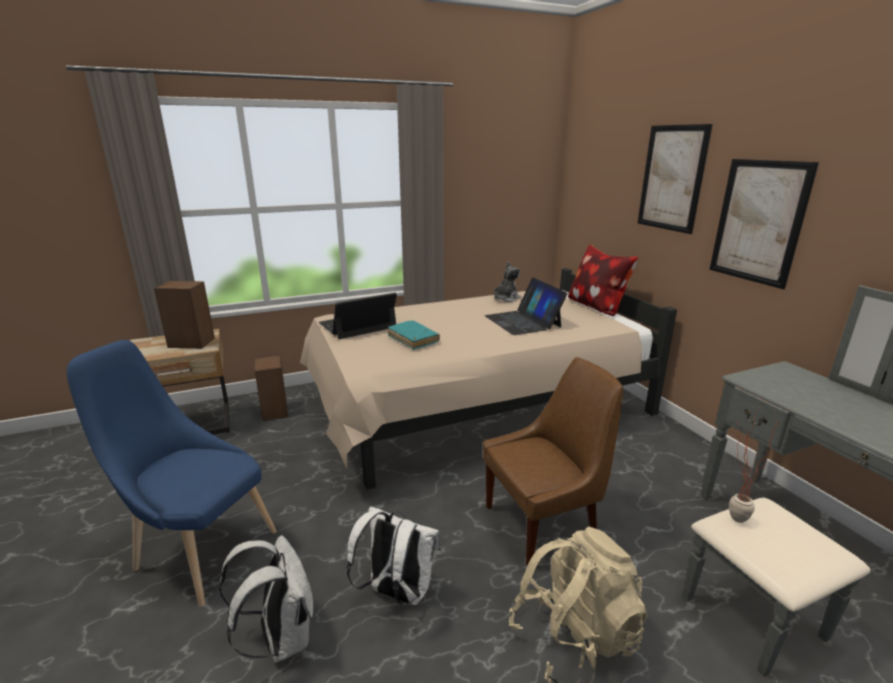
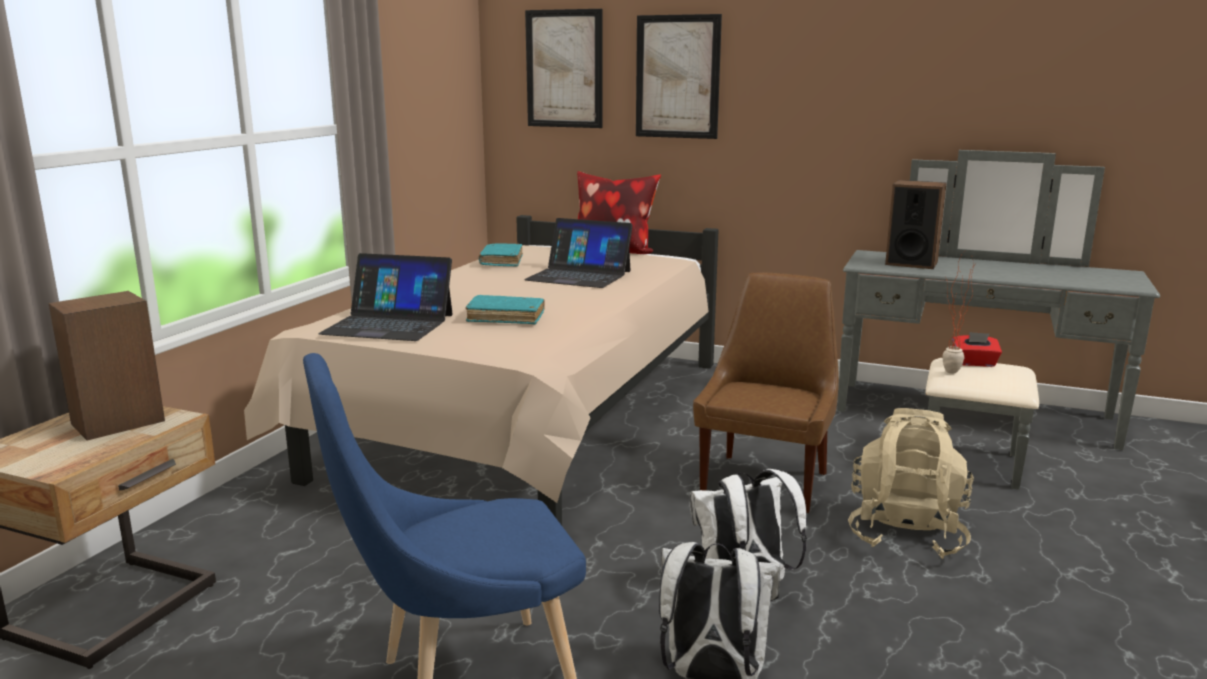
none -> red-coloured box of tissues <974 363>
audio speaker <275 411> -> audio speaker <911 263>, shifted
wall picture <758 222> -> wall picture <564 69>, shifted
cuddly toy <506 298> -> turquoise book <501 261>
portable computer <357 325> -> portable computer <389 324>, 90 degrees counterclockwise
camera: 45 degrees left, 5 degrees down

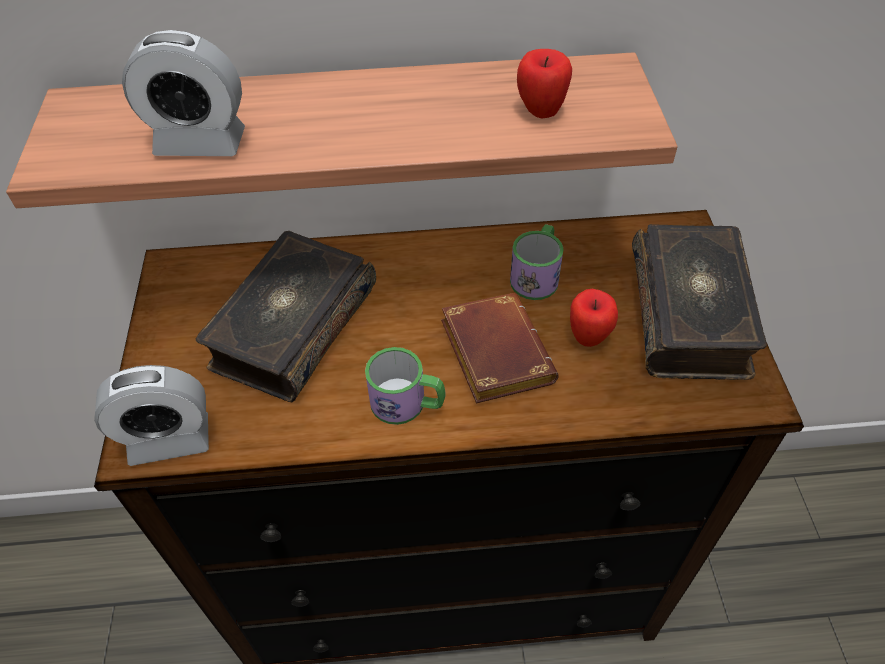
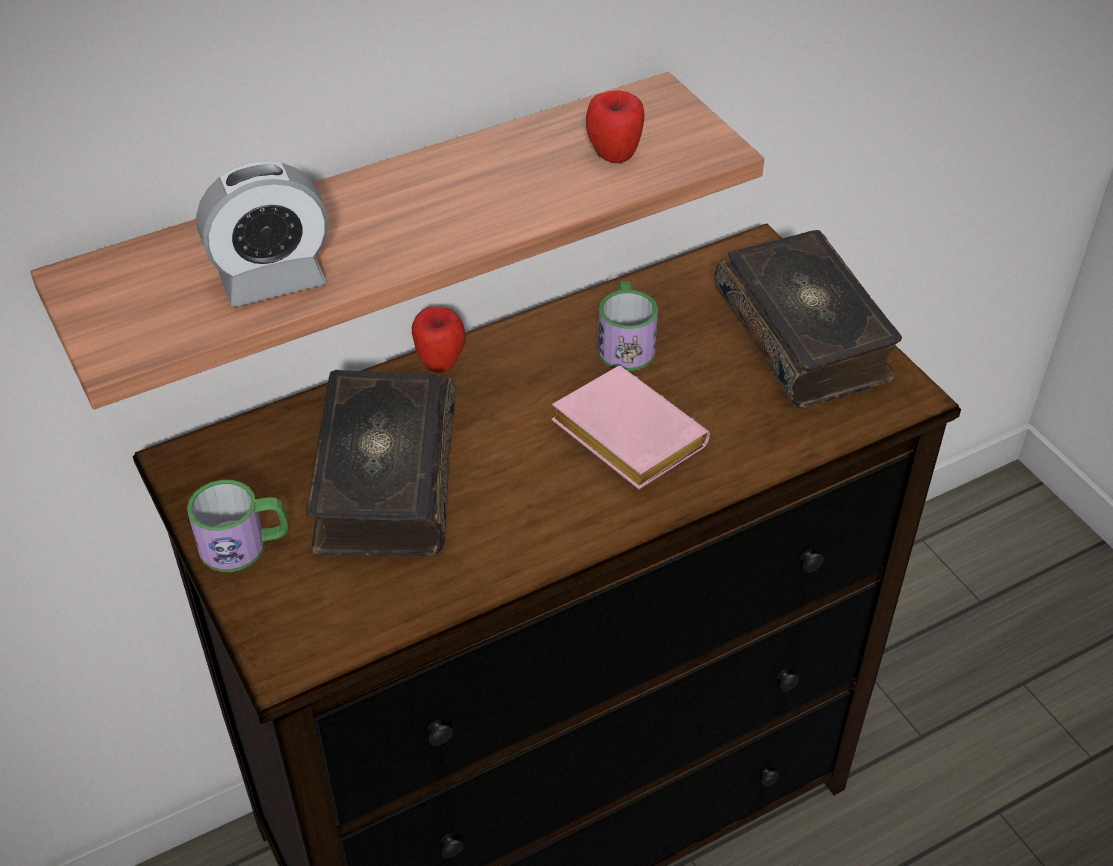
bedside clock <169 440> -> none
coffee mug <407 403> -> coffee mug <245 545>, shifted
apple fruit <588 337> -> apple fruit <440 364>, shifted
brownish book <492 352> -> pink-coloured book <623 436>
camera: 25 degrees left, 5 degrees down

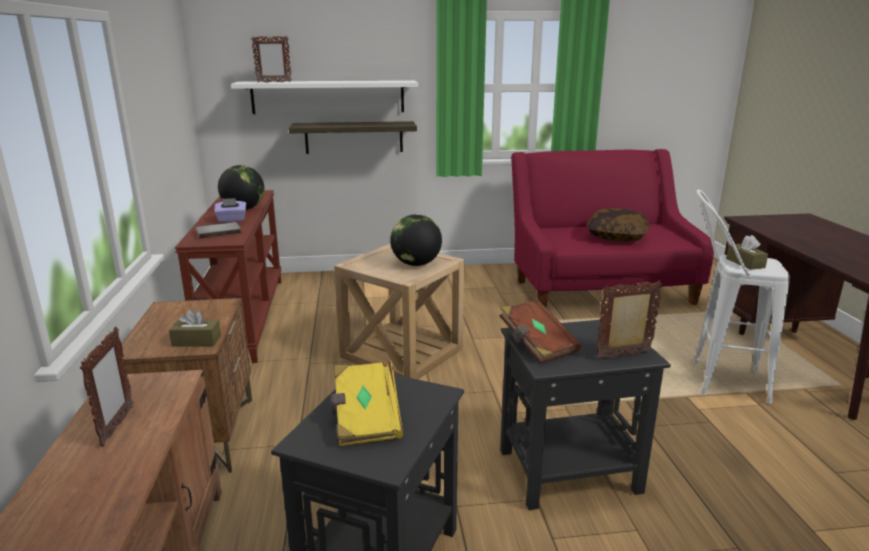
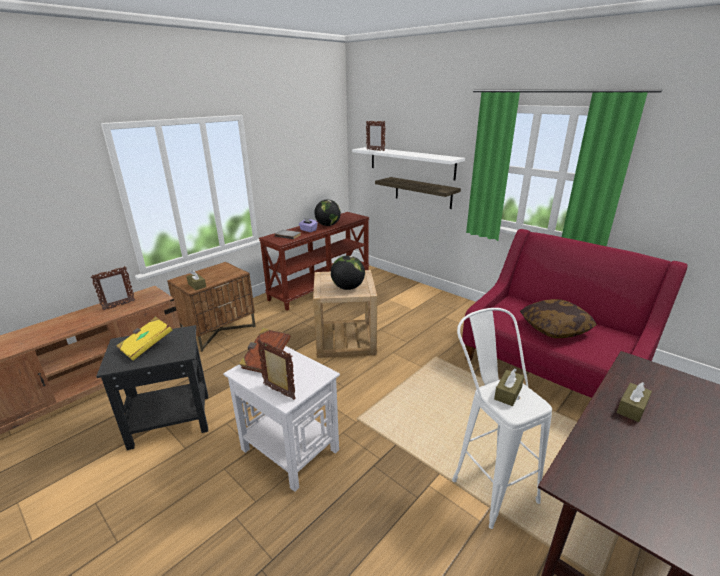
none -> brownish box of tissues <632 408>
black-coloured accent table <567 471> -> white accent table <289 449>
camera: 50 degrees right, 5 degrees up

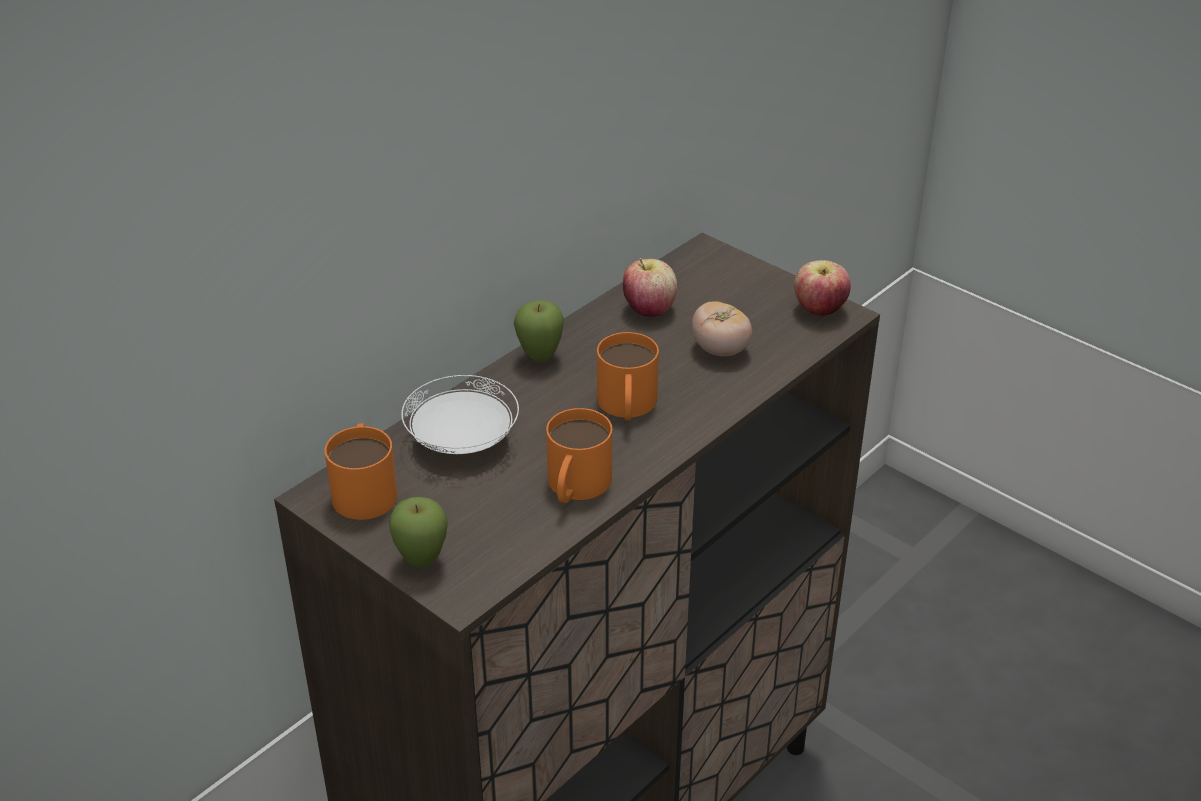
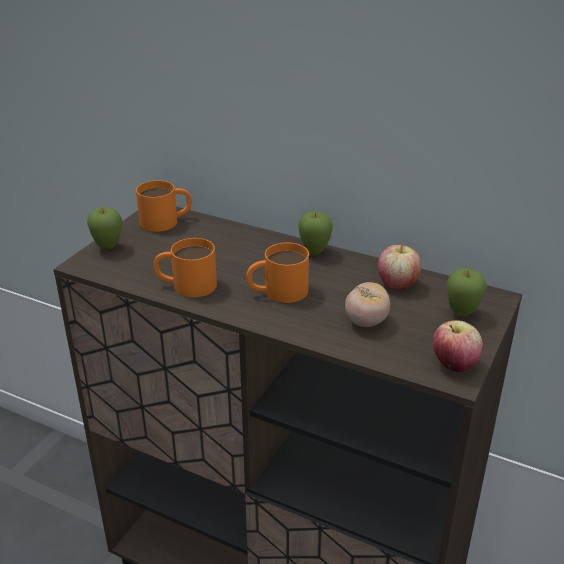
white flat dish <462 440> -> none
none -> apple fruit <461 313>
camera: 75 degrees right, 5 degrees down

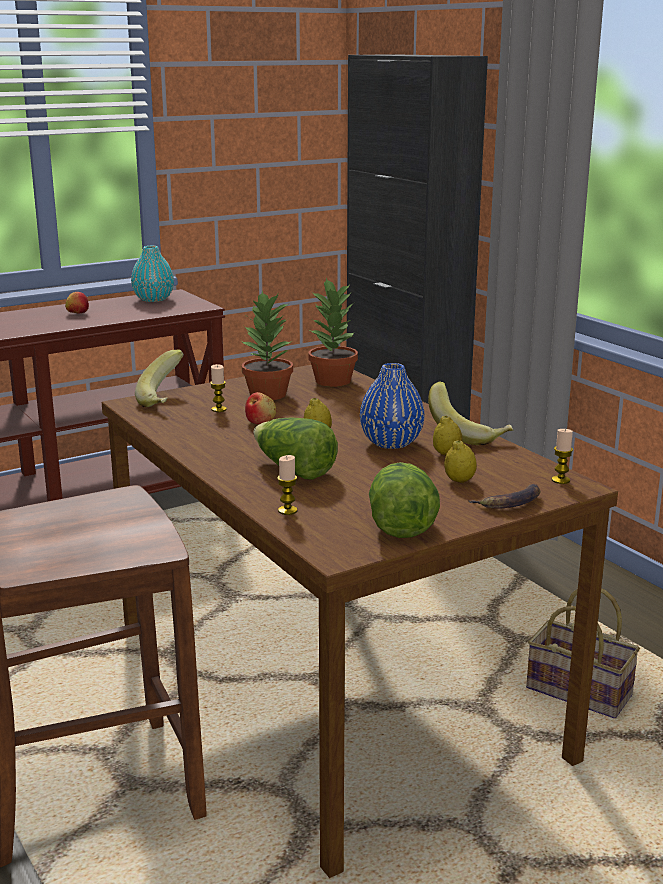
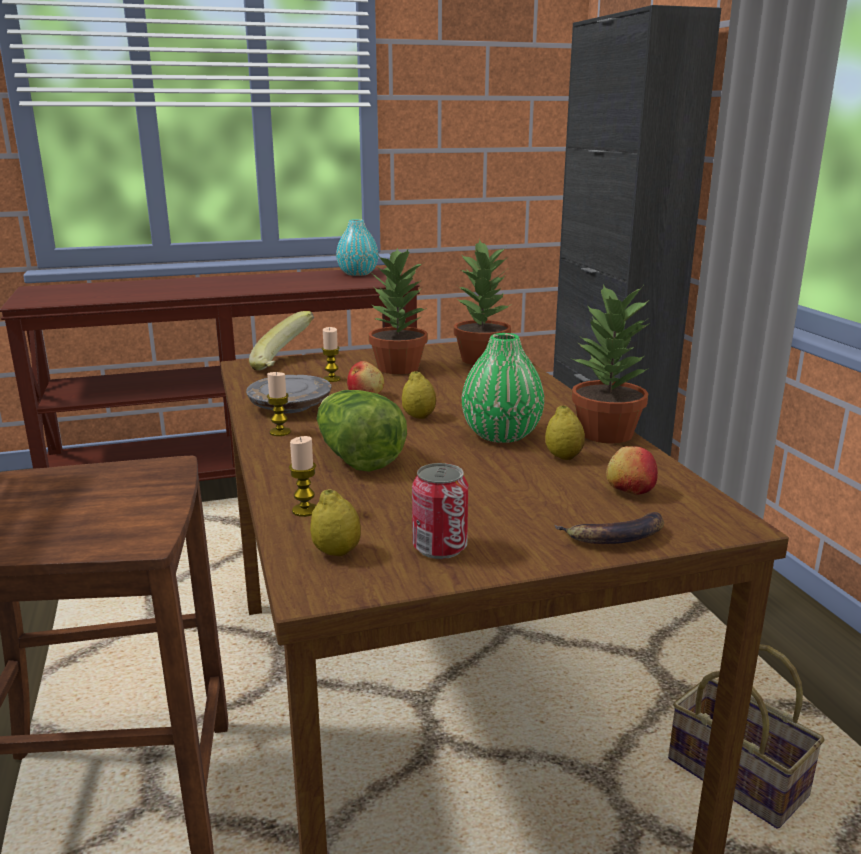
none -> gray flat dish <290 406>
apple fruit <77 313> -> apple fruit <629 491>, shifted
whole lemon <459 481> -> whole lemon <336 552>, shifted
candle <560 480> -> candle <280 432>, shifted
lettuce <400 523> -> sealed can <439 547>
banana <468 434> -> potted plant <606 434>
bluish decorative vase <391 443> -> green decorative vase <501 435>
camera: 15 degrees right, 0 degrees up

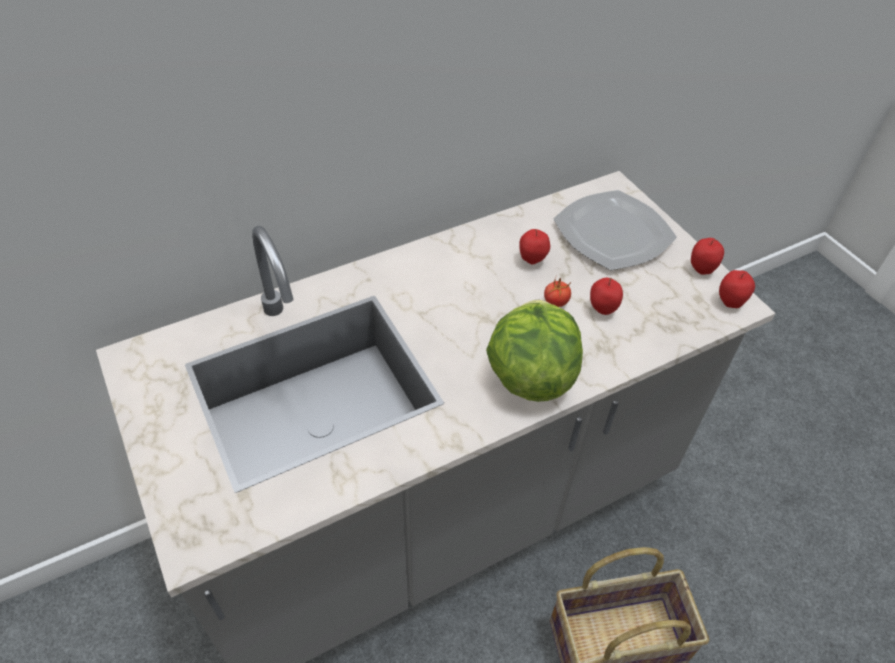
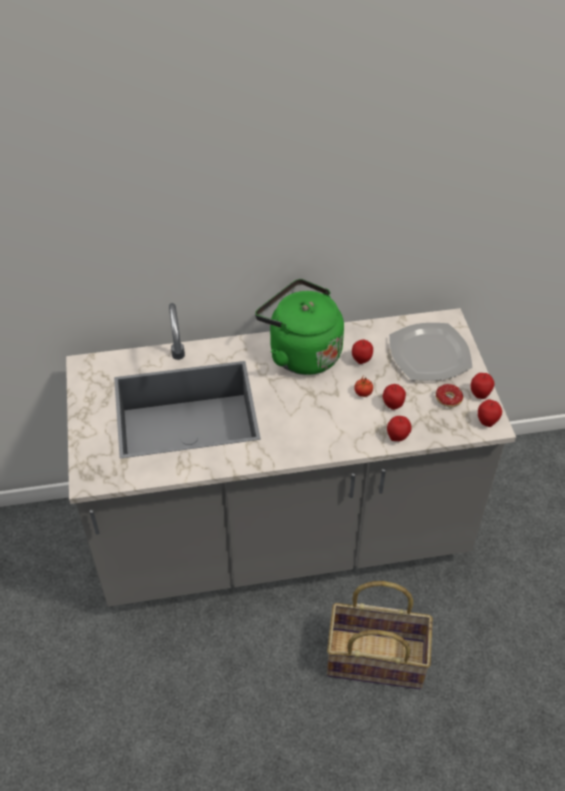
lettuce <530 375> -> none
none -> green tea kettle <301 352>
none -> apple fruit <397 437>
none -> doughnut <445 402>
camera: 20 degrees right, 0 degrees up

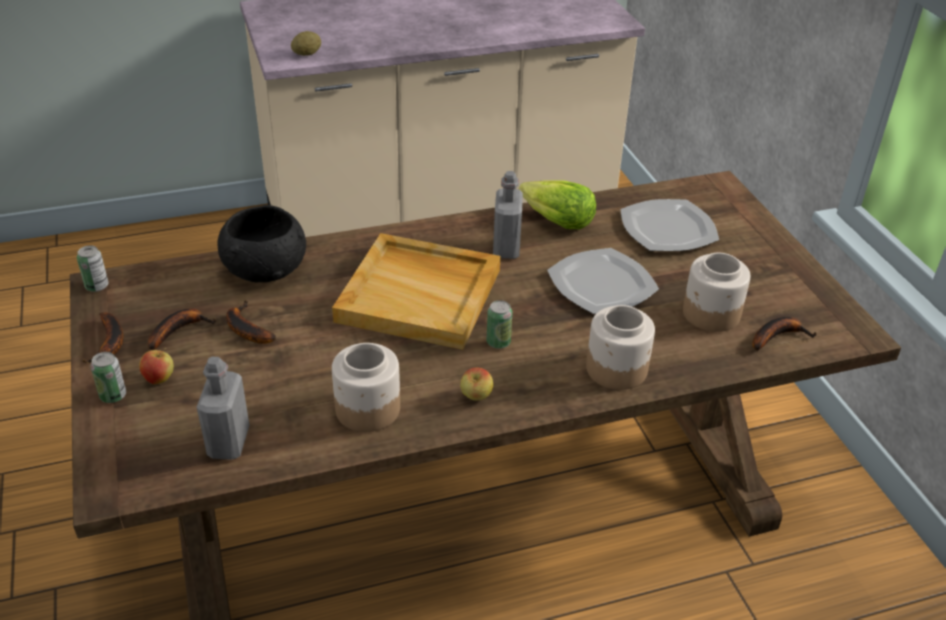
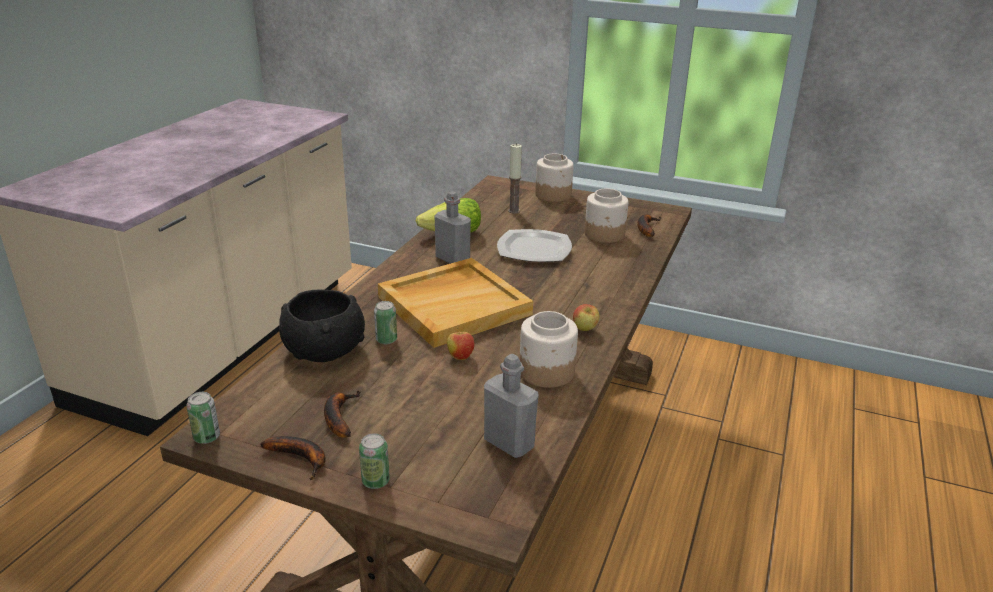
banana <245 329> -> none
whole potato <307 54> -> none
apple fruit <159 379> -> apple fruit <460 357>, shifted
sealed can <498 342> -> sealed can <386 340>, shifted
storage jar <617 369> -> storage jar <553 195>, shifted
flat dish <669 229> -> candle <514 211>
camera: 50 degrees left, 10 degrees down

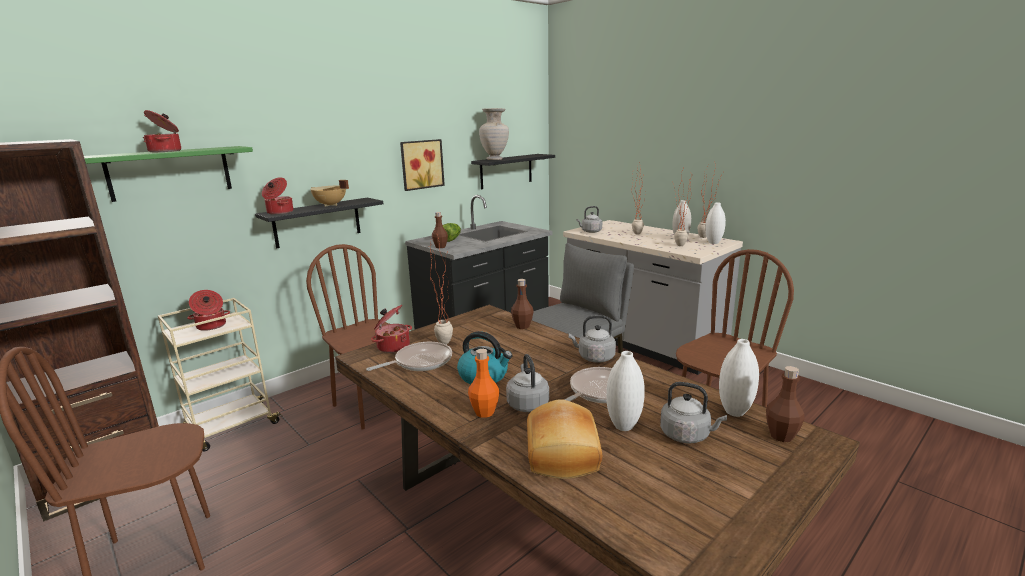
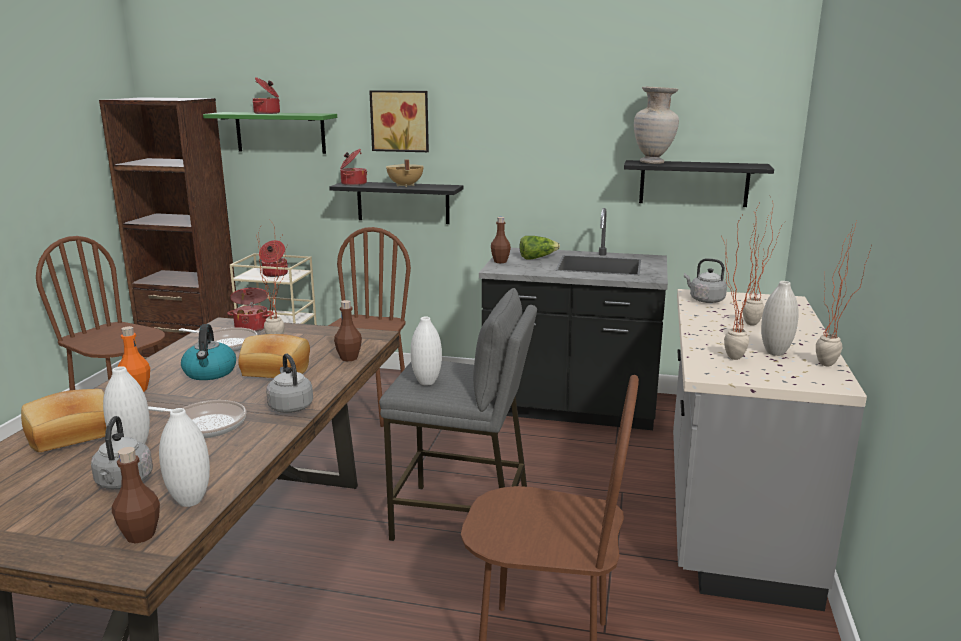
gray tea kettle <527 403> -> none
none -> bakery bread <275 370>
wall picture <421 164> -> wall picture <400 121>, shifted
white decorative vase <713 243> -> white decorative vase <427 382>, shifted
camera: 55 degrees right, 0 degrees up

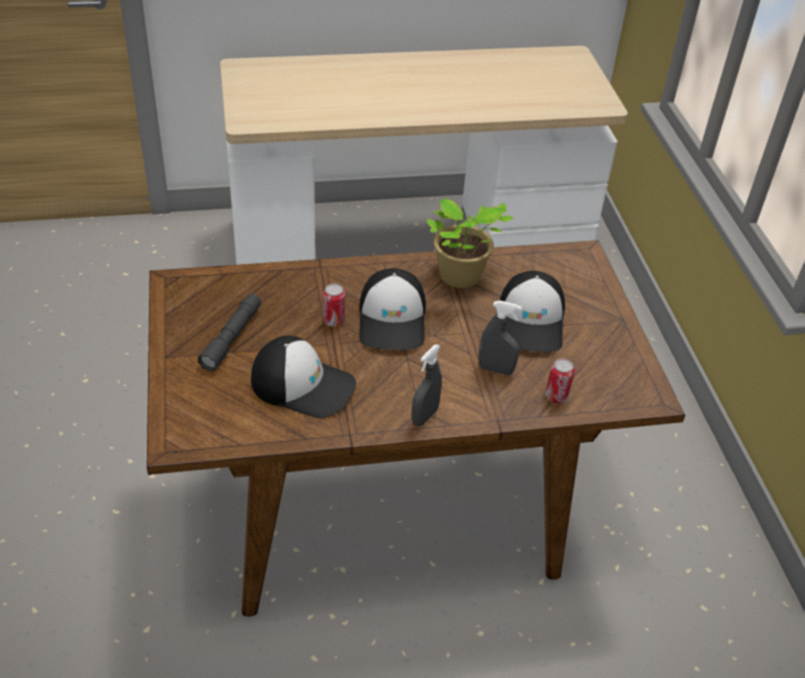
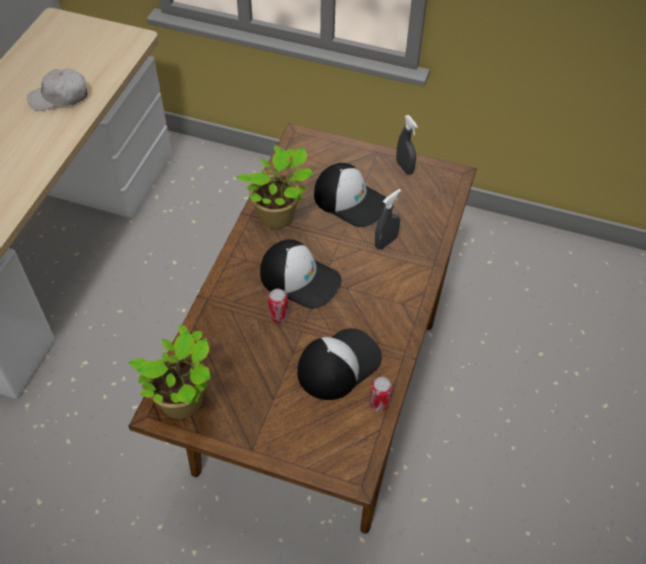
gray torch <231 338> -> none
none -> white peaked cap <59 97>
none -> potted plant <184 403>
gray sprayer <424 416> -> gray sprayer <404 167>, shifted
sealed can <556 396> -> sealed can <379 403>, shifted
camera: 60 degrees left, 10 degrees up

